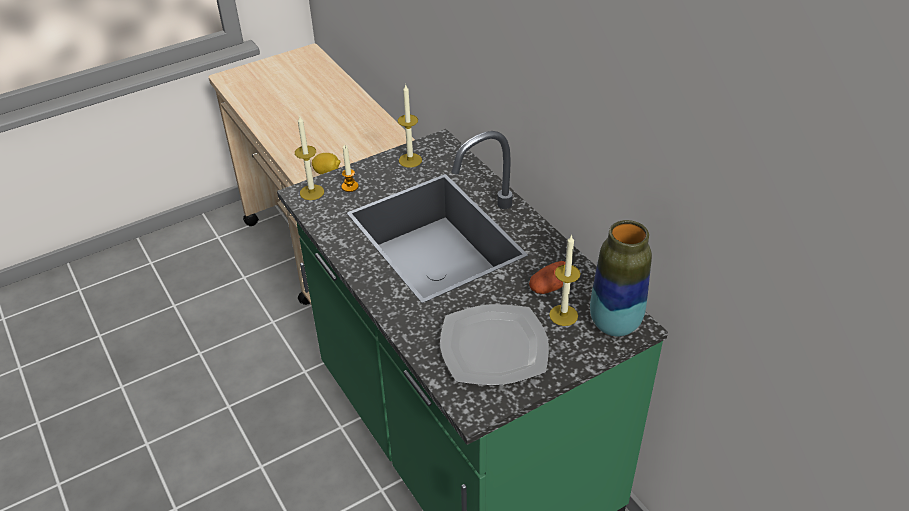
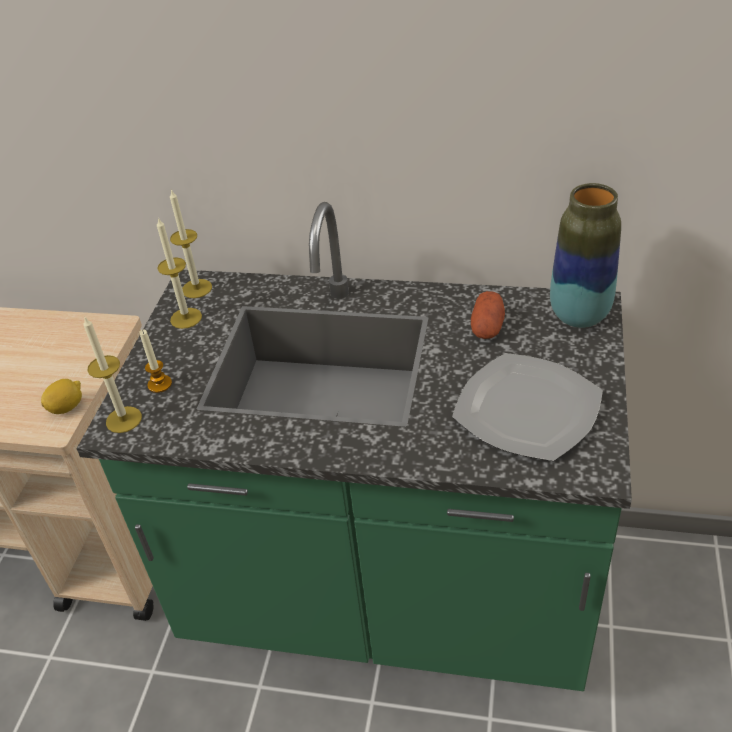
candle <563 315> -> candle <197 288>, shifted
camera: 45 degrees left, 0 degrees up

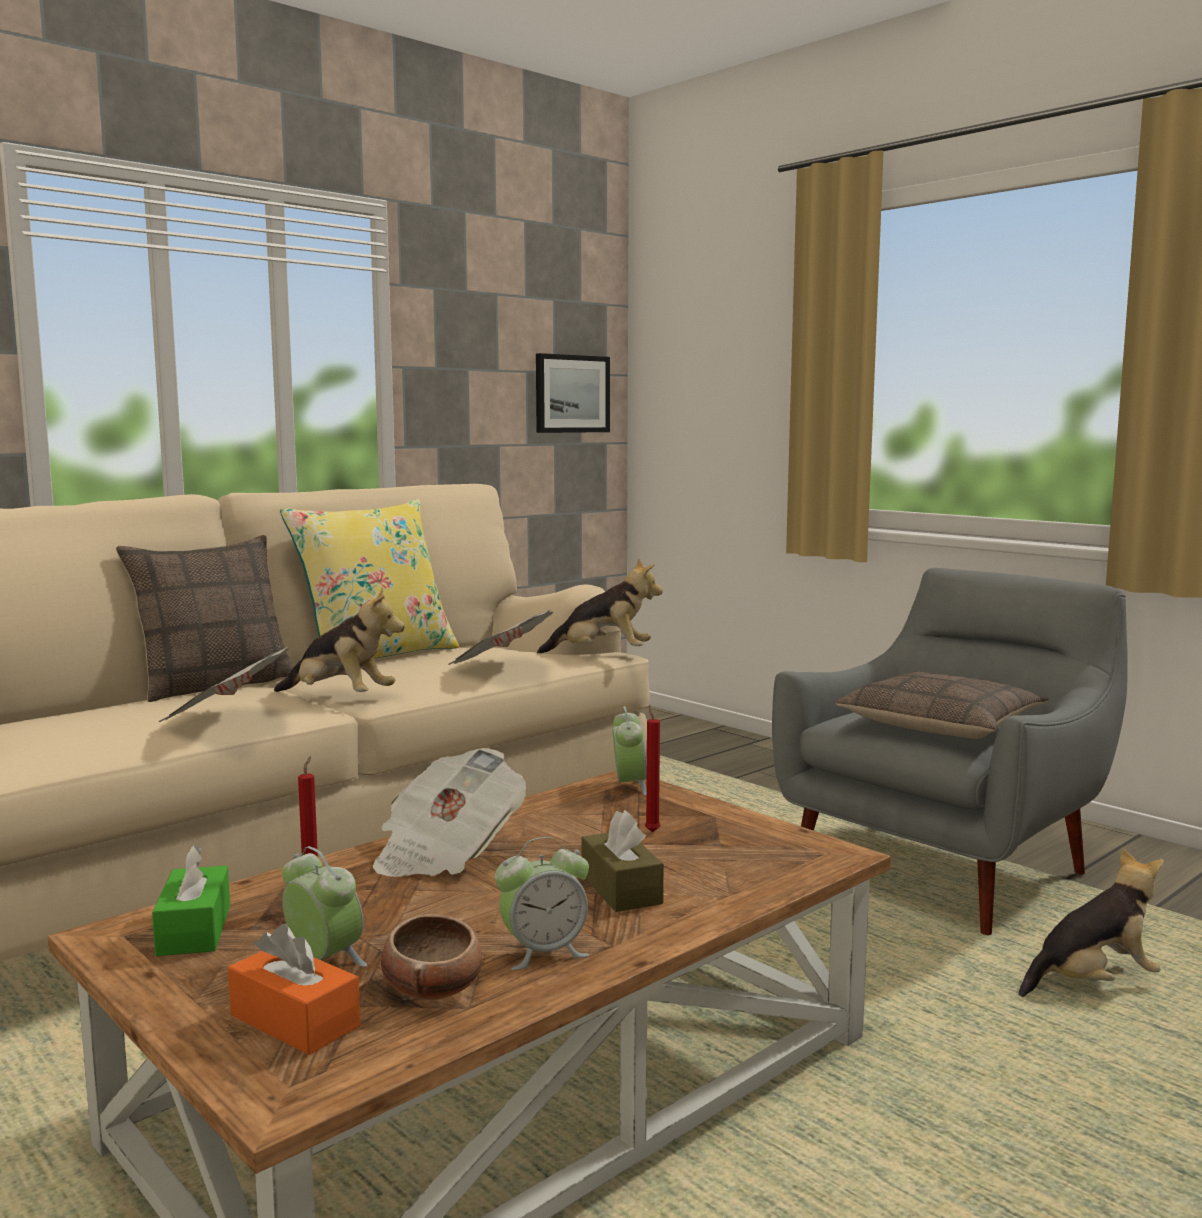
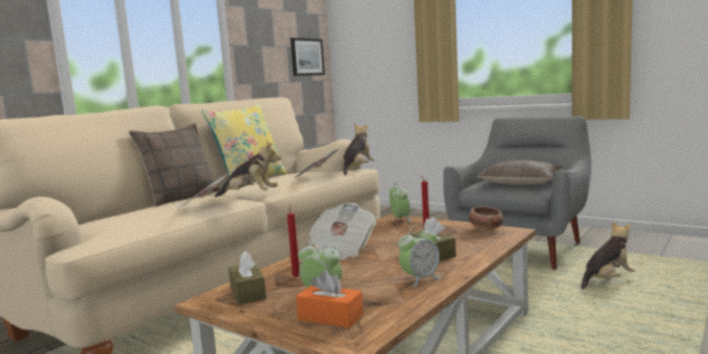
bowl <433 988> -> bowl <485 229>, shifted
green box of tissues <194 930> -> brownish box of tissues <247 293>
cuddly toy <603 654> -> cuddly toy <357 169>, 60 degrees counterclockwise
camera: 10 degrees left, 0 degrees up

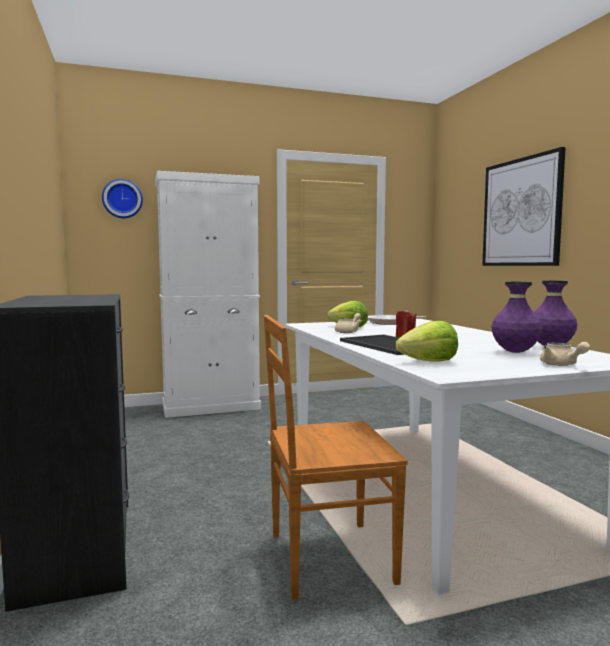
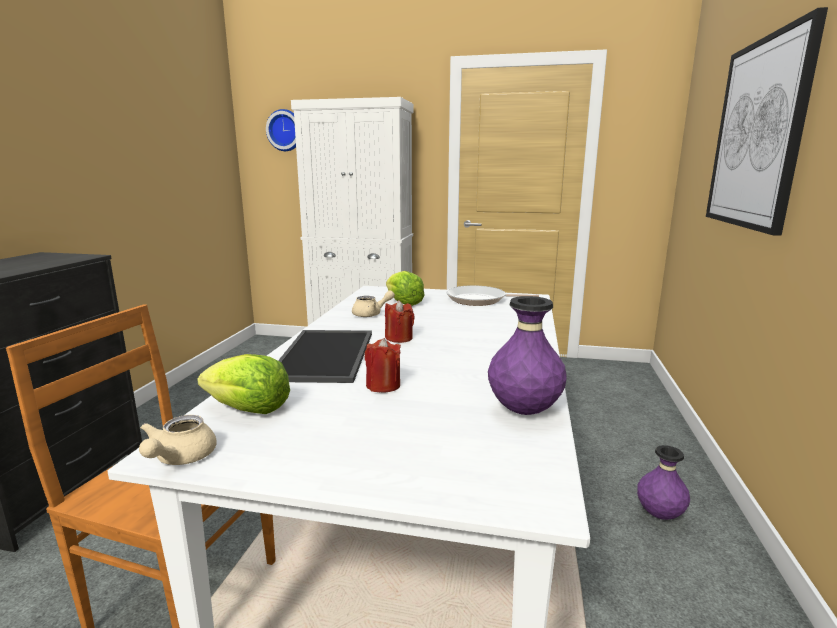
none -> red-coloured candle <383 385>
purplish decorative vase <515 352> -> purplish decorative vase <659 515>, shifted
sand-coloured teapot <561 365> -> sand-coloured teapot <179 458>, shifted
camera: 30 degrees right, 10 degrees up

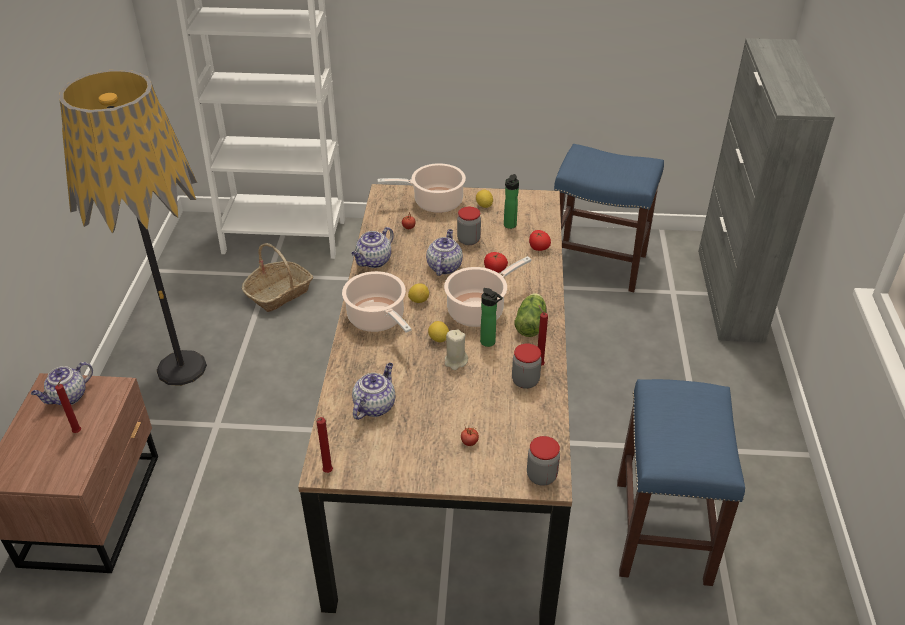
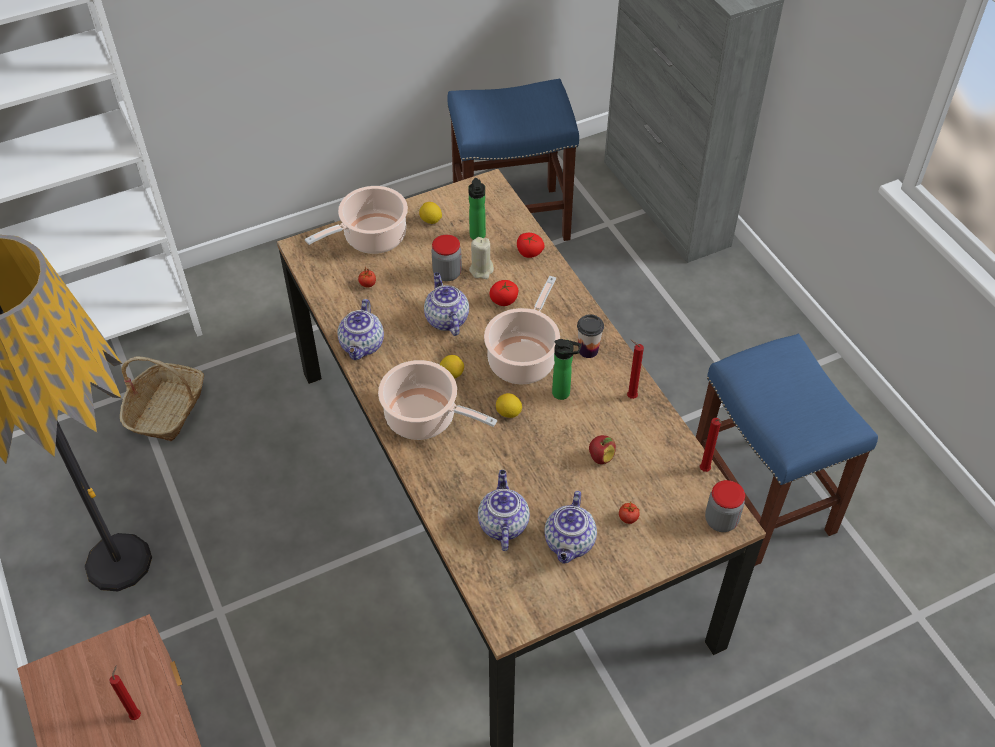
storage jar <525 381> -> none
none -> apple fruit <601 458>
teapot <68 397> -> teapot <570 543>, shifted
red-coloured candle <327 472> -> red-coloured candle <705 471>, shifted
sand-coloured candle <455 361> -> sand-coloured candle <481 270>, shifted
lettuce <531 323> -> drinking cup <588 350>
camera: 30 degrees left, 10 degrees up

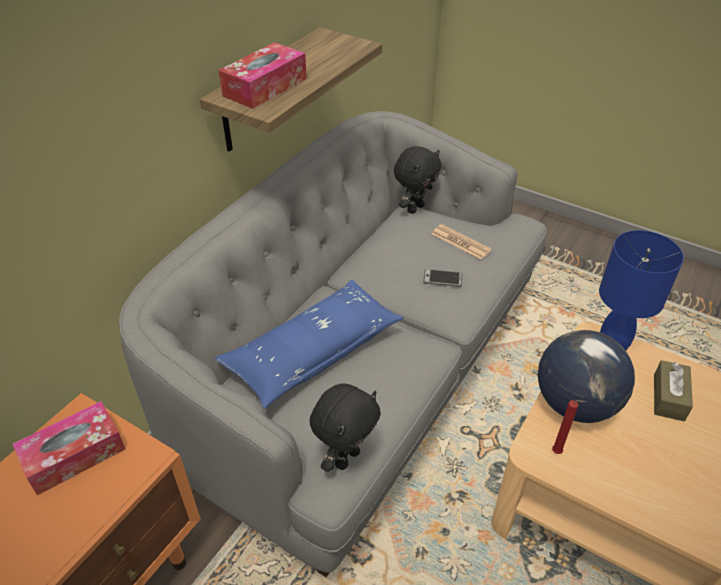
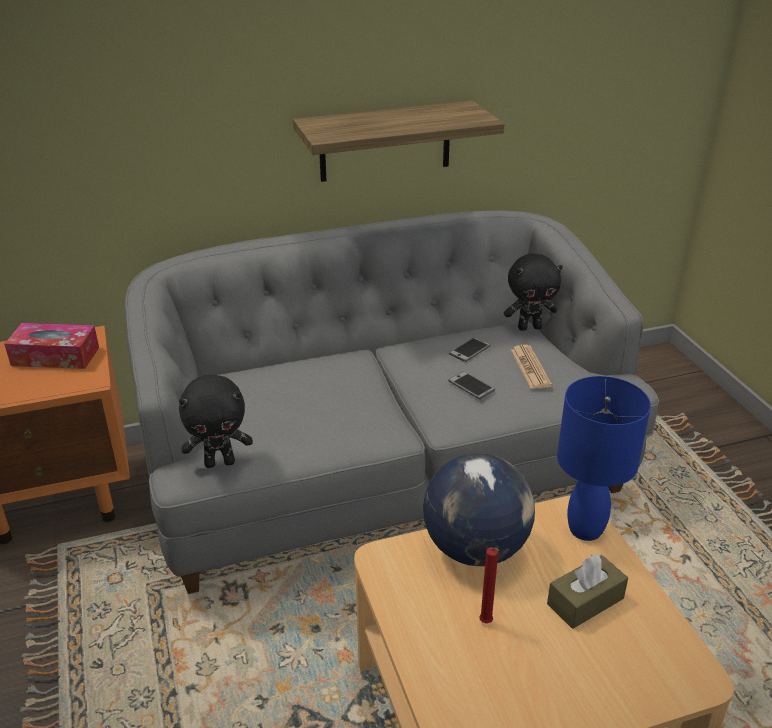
bluish throw pillow <313 351> -> none
box of tissues <265 87> -> none
none -> handset <469 350>
red-coloured candle <558 453> -> red-coloured candle <486 623>, shifted
camera: 40 degrees right, 10 degrees down

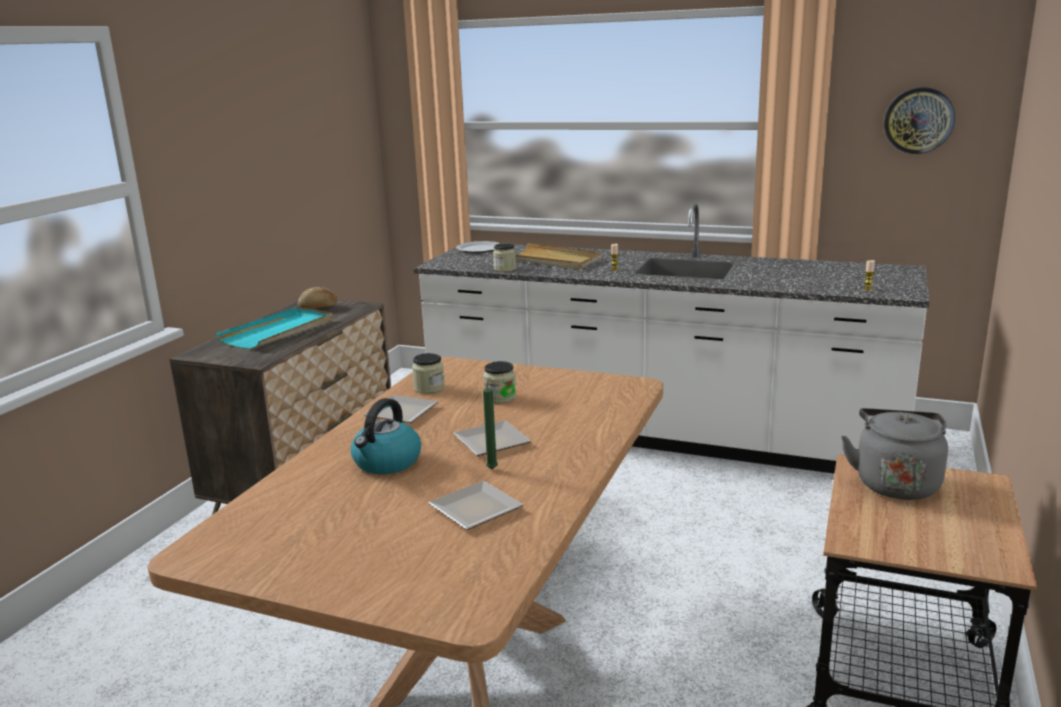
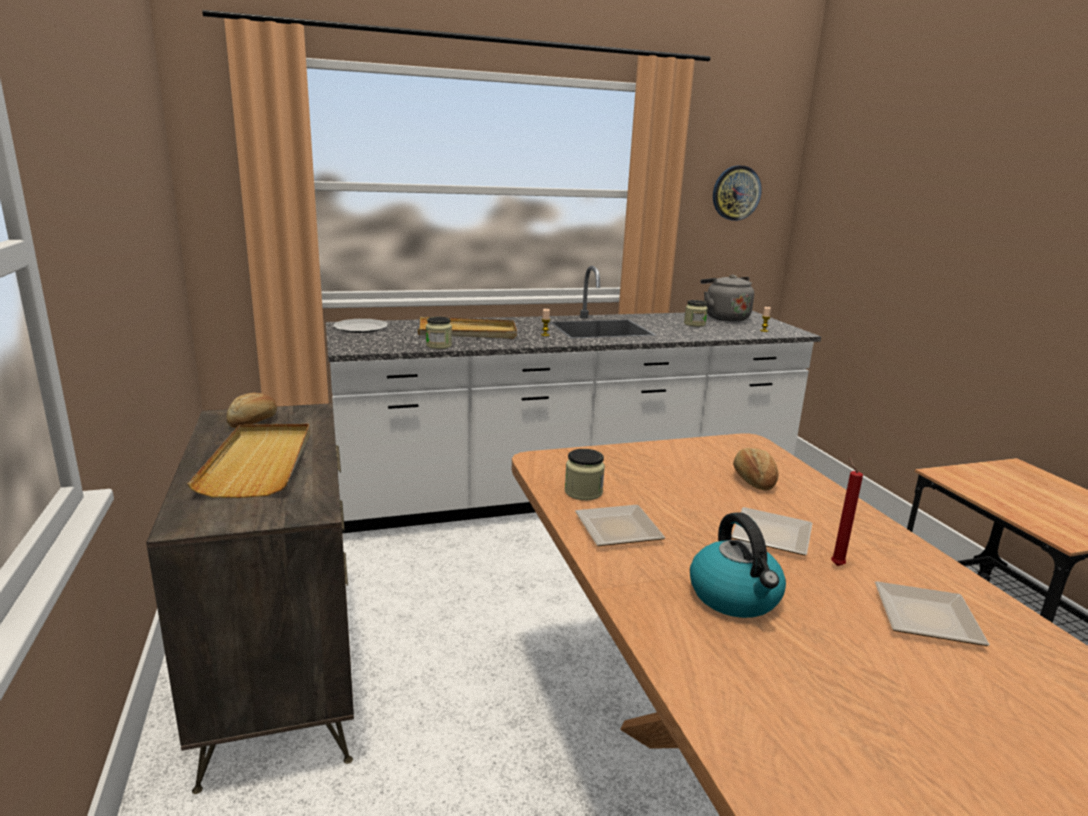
none -> bakery bread <753 481>
storage jar <500 397> -> storage jar <694 324>, shifted
gray tea kettle <895 483> -> gray tea kettle <724 318>, shifted
turquoise tray <279 331> -> sand-coloured tray <259 463>
green candle <492 468> -> red-coloured candle <835 564>
camera: 40 degrees left, 0 degrees up

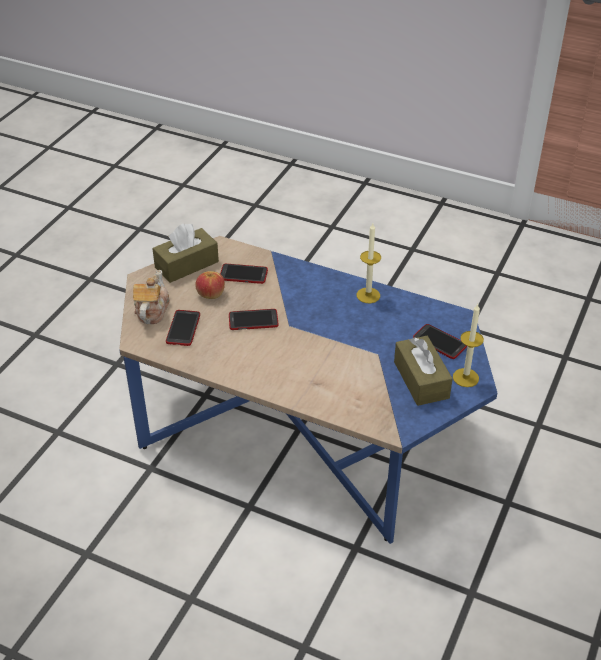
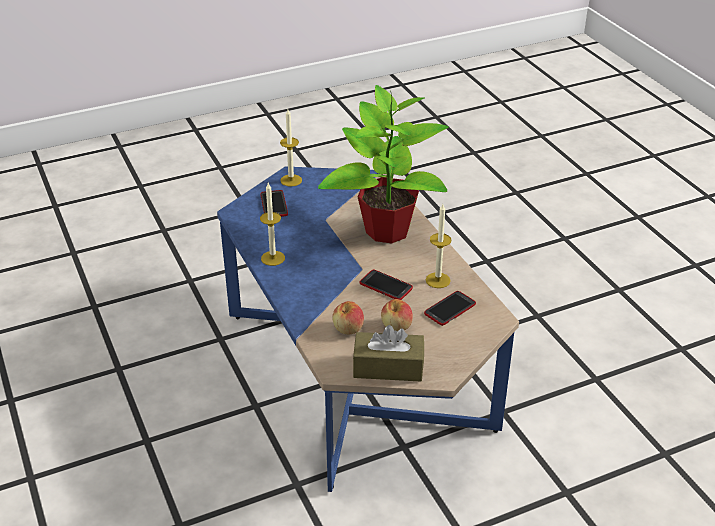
teapot <152 310> -> none
brownish box of tissues <421 380> -> none
none -> potted plant <386 230>
none -> candle <438 280>
handset <243 274> -> apple fruit <348 329>
camera: 140 degrees left, 5 degrees down

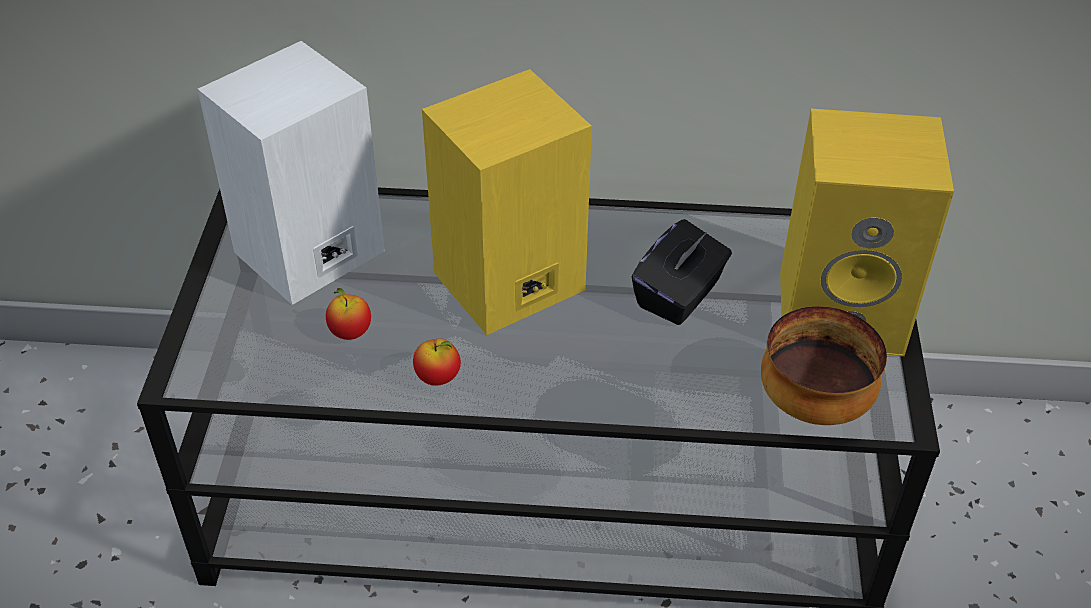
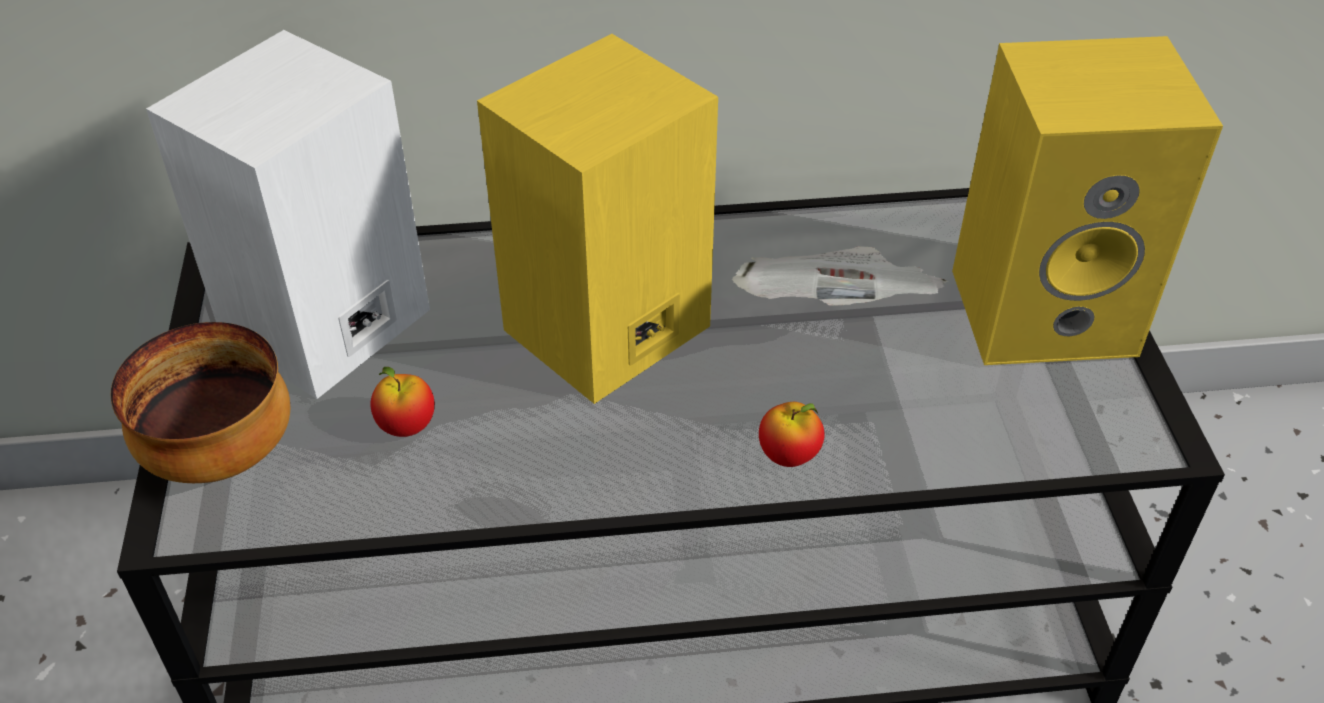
apple fruit <438 378> -> apple fruit <789 456>, shifted
bowl <815 405> -> bowl <225 455>, shifted
black-coloured box of tissues <679 295> -> daily paper <833 316>
camera: 10 degrees left, 0 degrees up

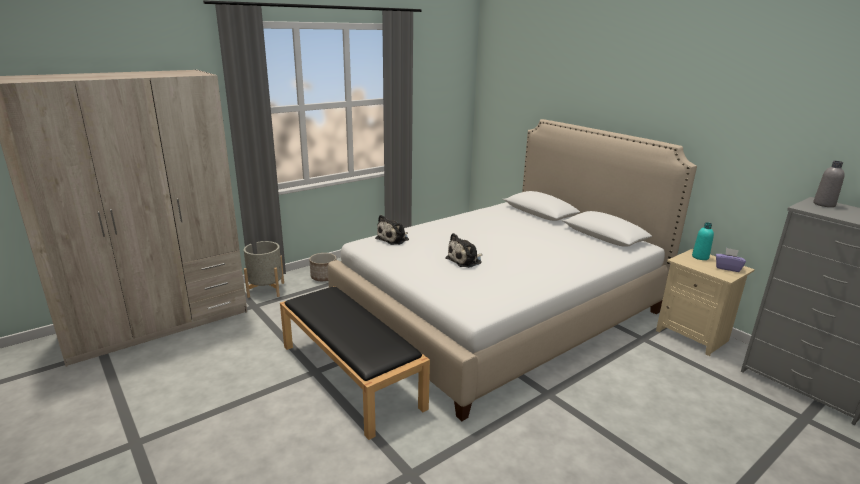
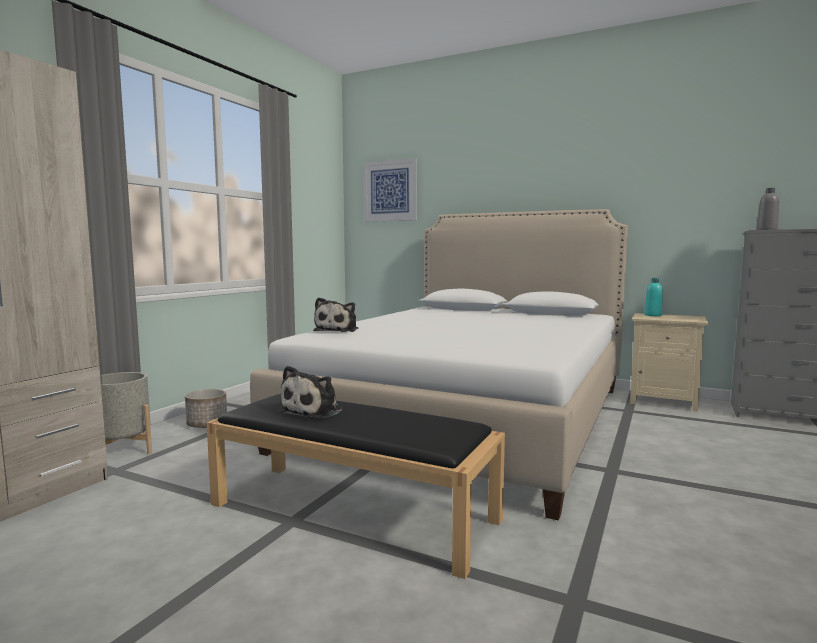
purplish box of tissues <727 268> -> none
none -> wall picture <390 191>
cuddly toy <465 260> -> cuddly toy <314 411>, shifted
camera: 25 degrees left, 15 degrees down

